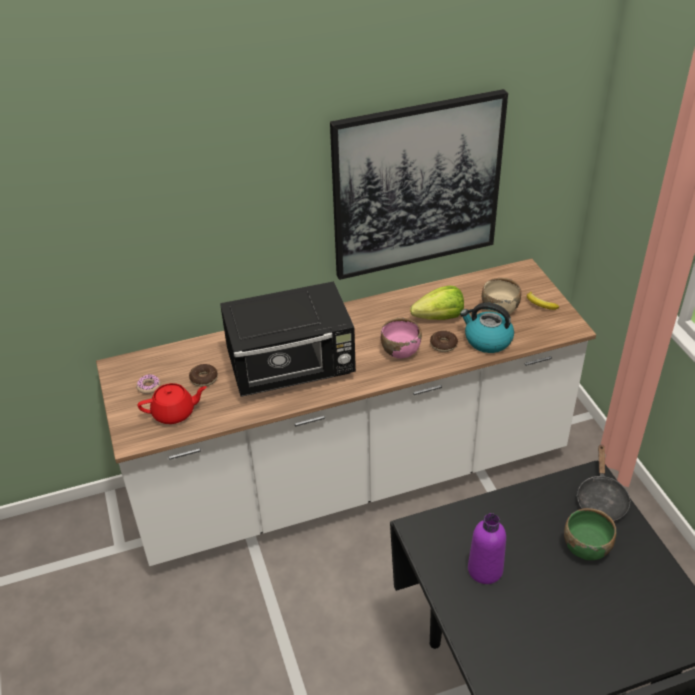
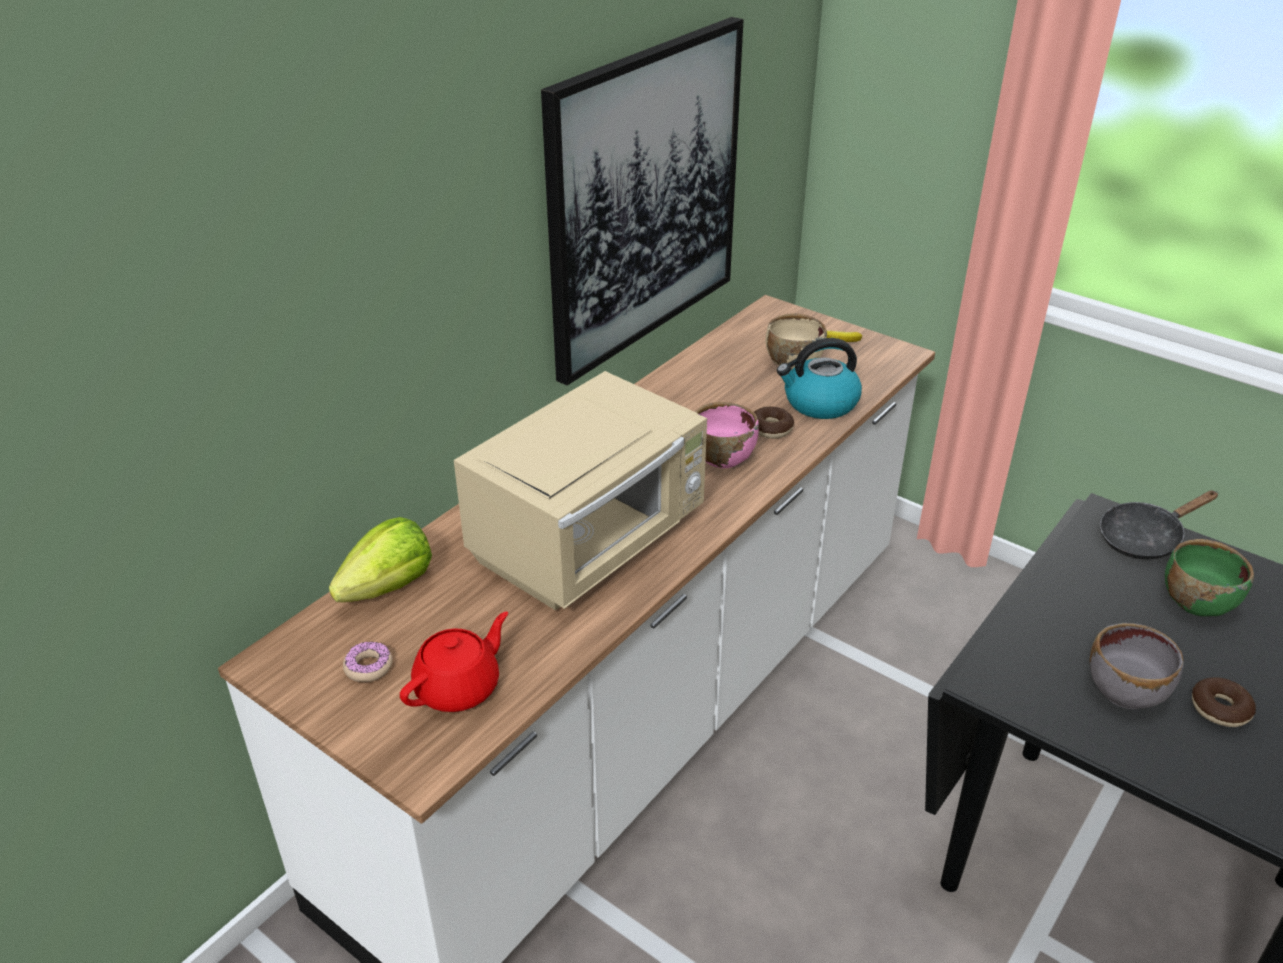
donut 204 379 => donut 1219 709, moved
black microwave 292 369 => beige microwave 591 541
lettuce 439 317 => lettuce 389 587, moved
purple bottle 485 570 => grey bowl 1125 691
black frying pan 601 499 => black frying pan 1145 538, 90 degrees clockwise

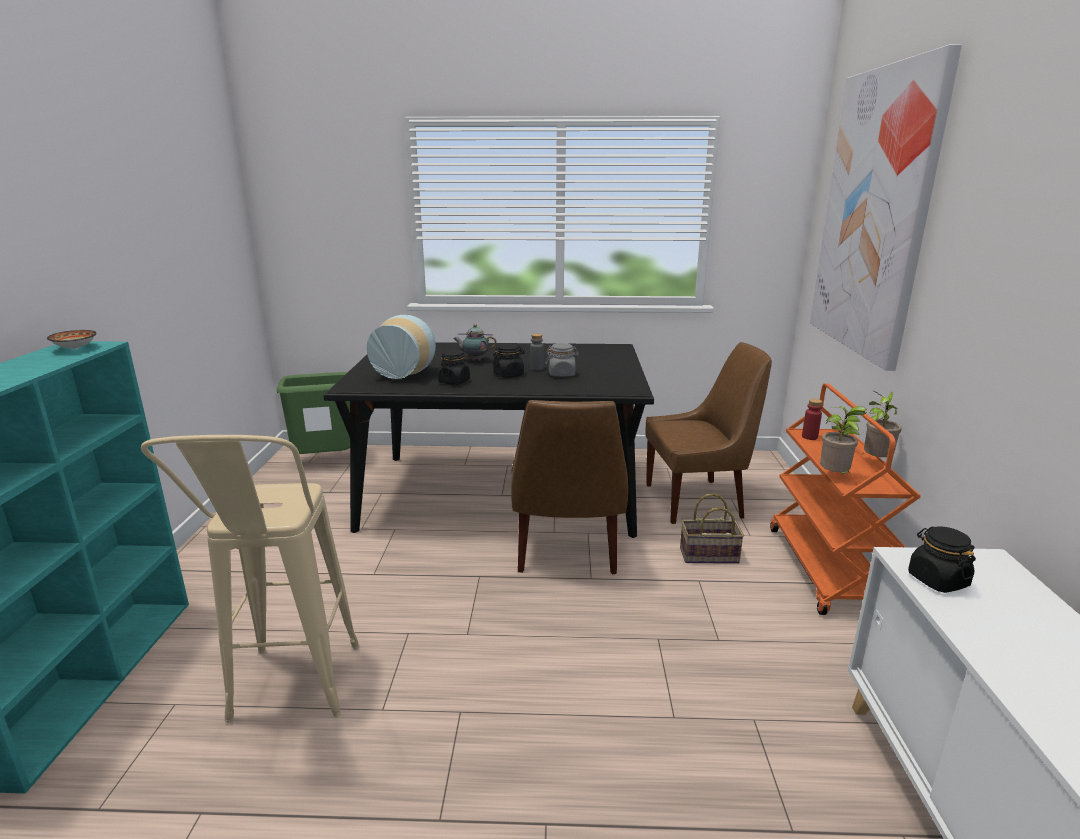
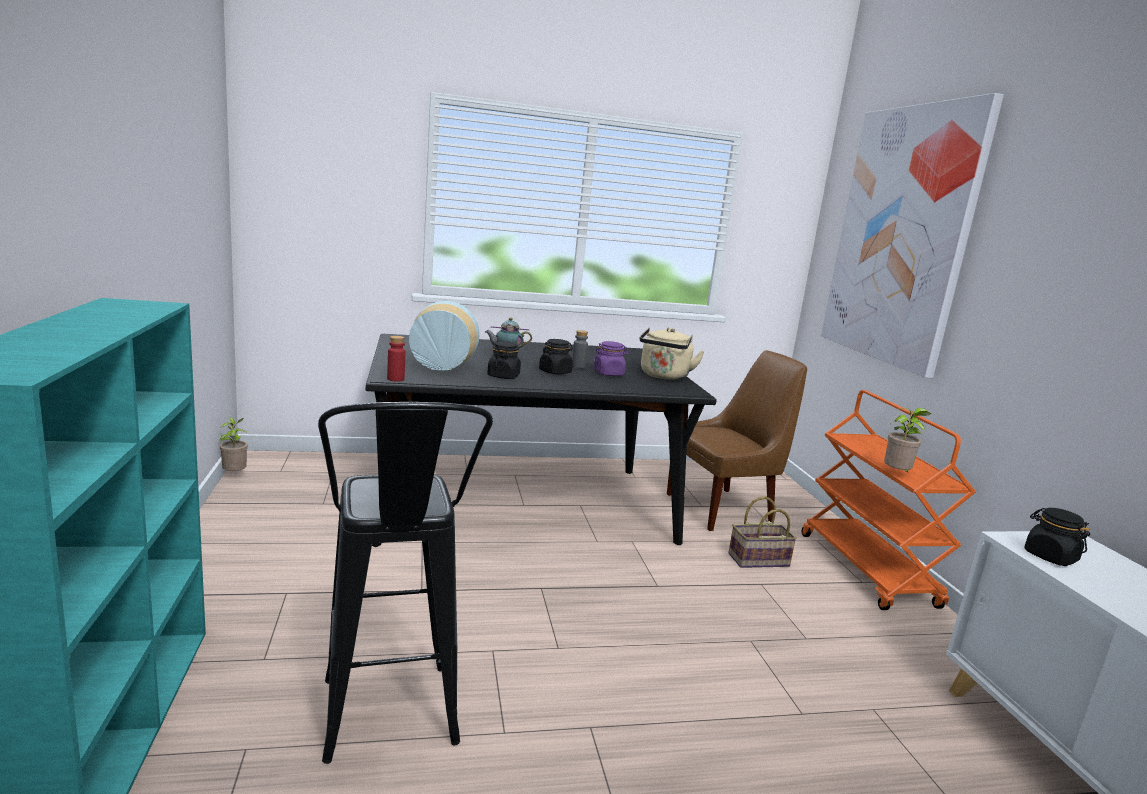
bowl 74 349 => nothing
beige stool 291 698 => black stool 391 729
green trash can 326 461 => nothing
brown chair 566 552 => nothing
grey jar 562 374 => purple jar 609 373
red bottle 809 437 => red bottle 395 379, moved
potted plant 875 461 => potted plant 234 475, moved
nothing => beige kettle 664 376

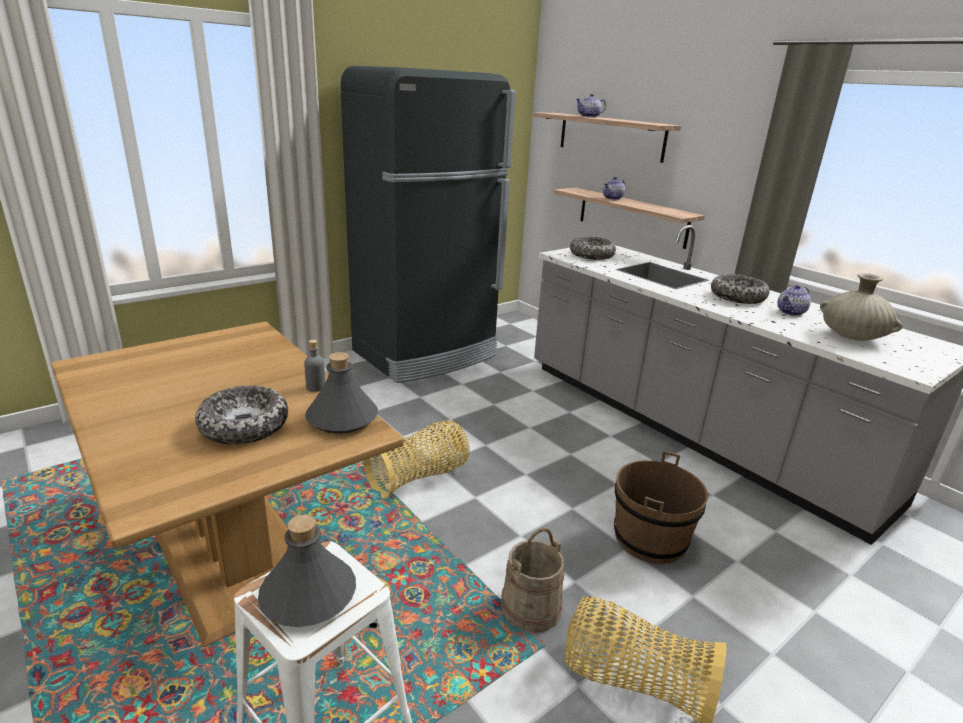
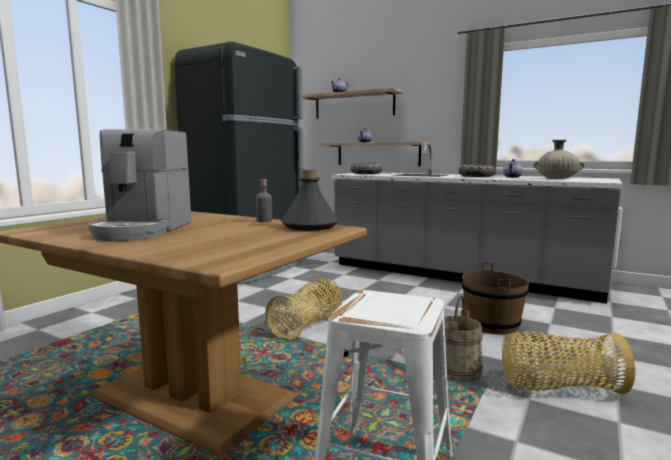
bowl 244 426 => nothing
grey bottle 308 595 => nothing
nothing => coffee machine 142 230

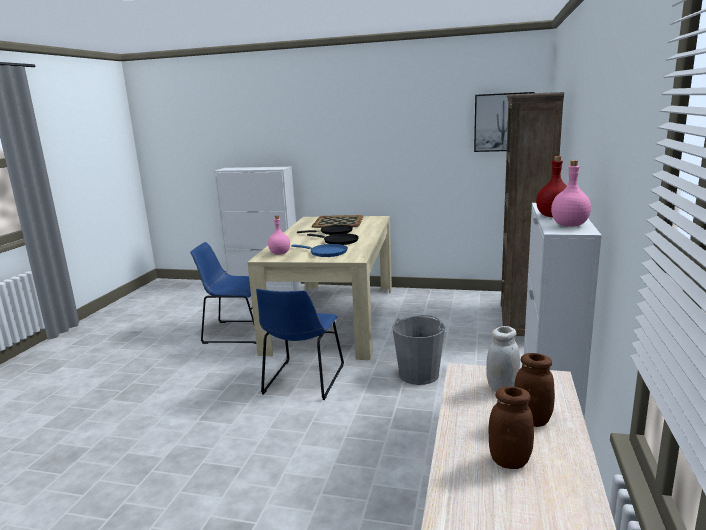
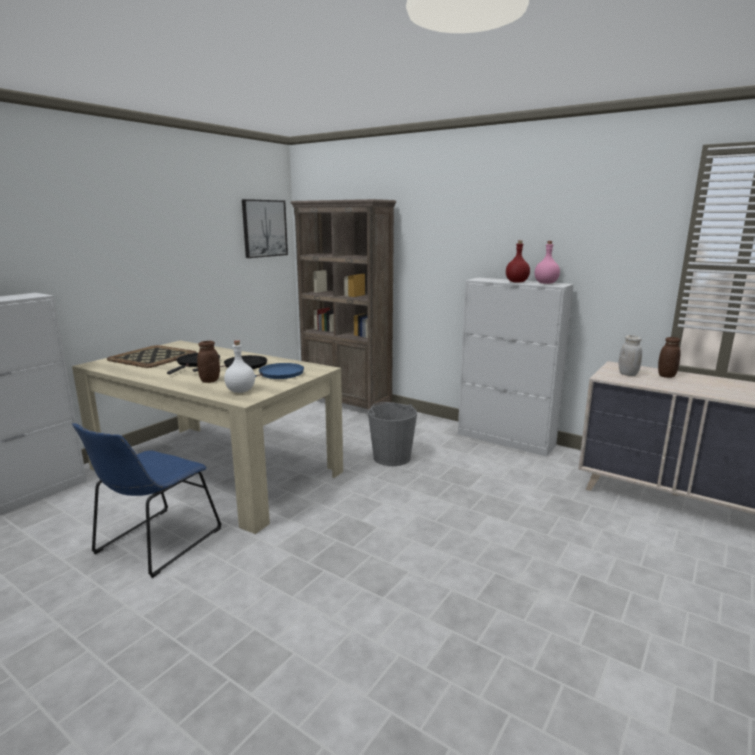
blue chair 303 381 => nothing
pink bottle 280 253 => white bottle 241 391
brown jar 509 461 => brown jar 210 380, moved

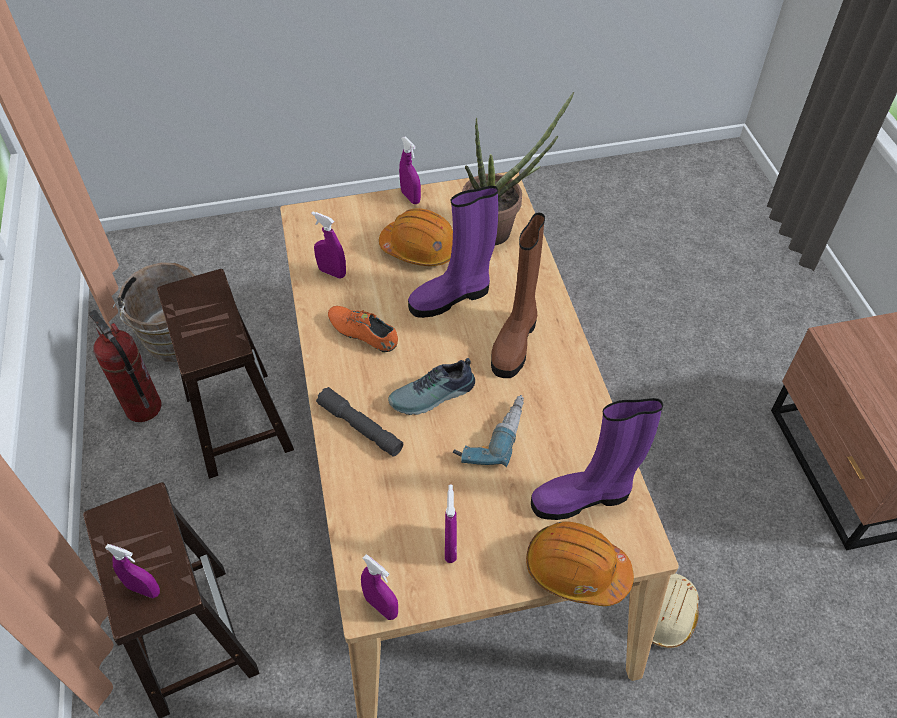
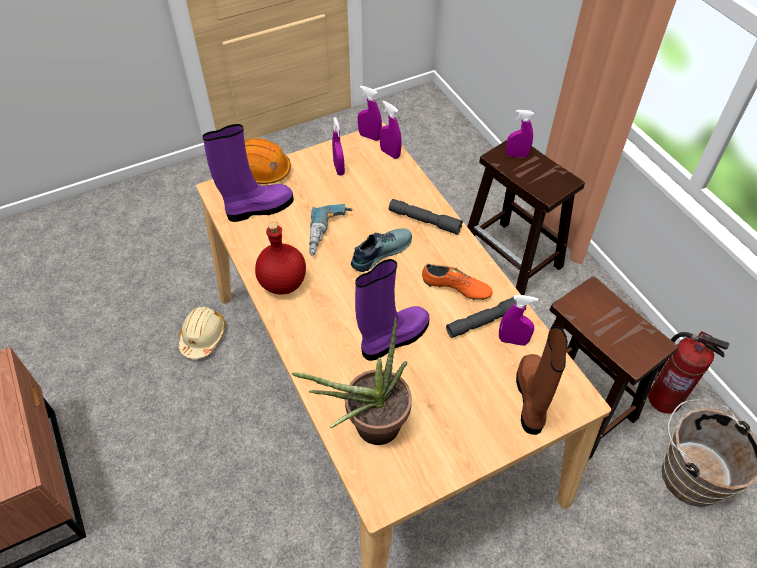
orange hard hat 420 249 => nothing
purple spray bottle 410 197 => purple spray bottle 390 153, moved
brown boot 515 342 => brown boot 532 399, moved
nothing => red bottle 282 282
nothing => grey flashlight 485 321

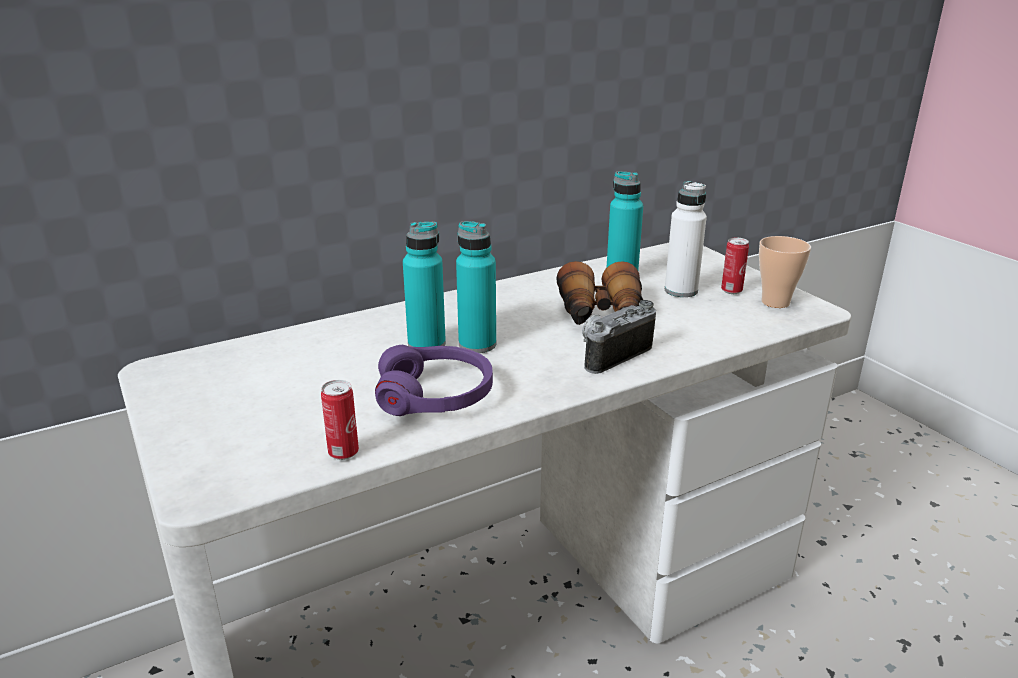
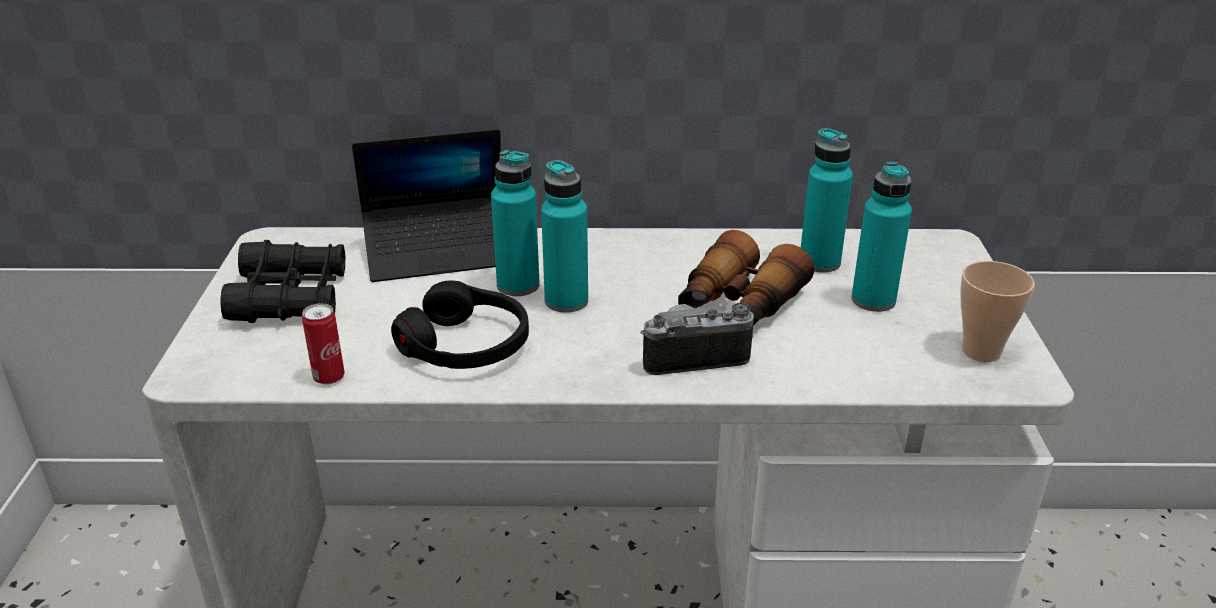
purple headphones 435 395 => black headphones 466 345
white bottle 681 291 => turquoise bottle 873 300
can 731 291 => nothing
nothing => black binoculars 290 297
nothing => laptop 439 251

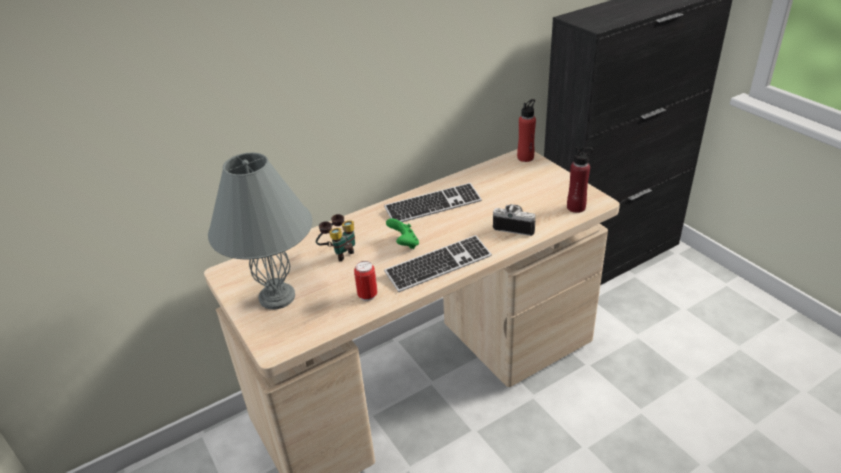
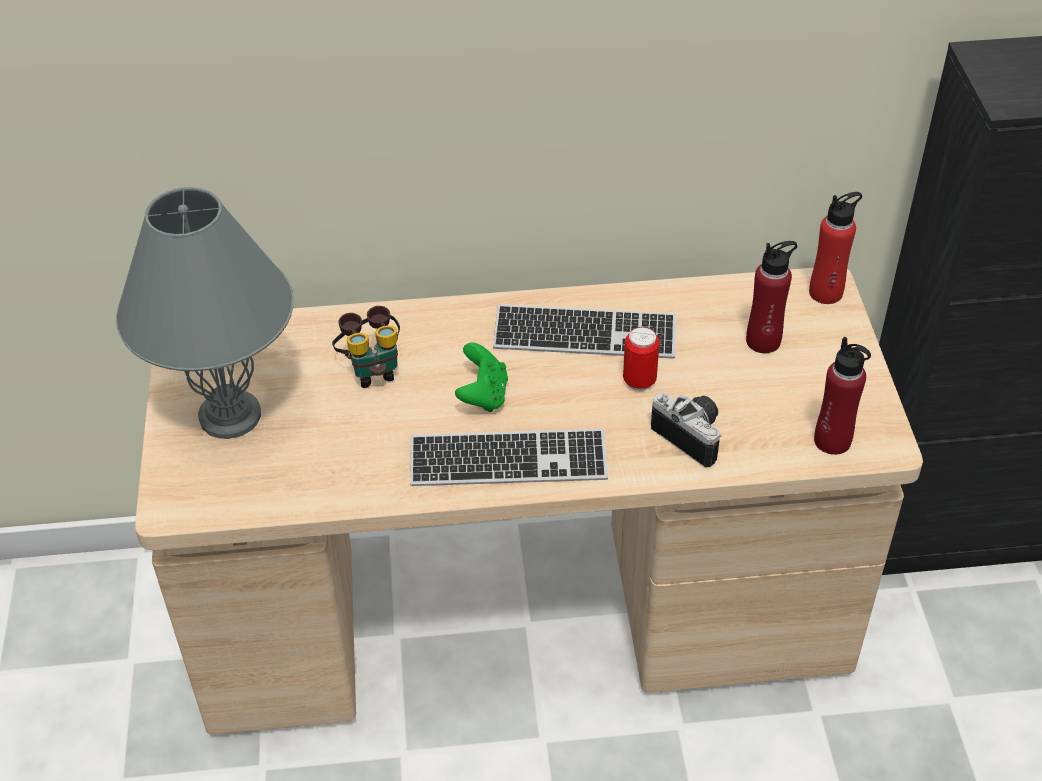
can 367 295 => can 639 381, moved
nothing => red bottle 763 341

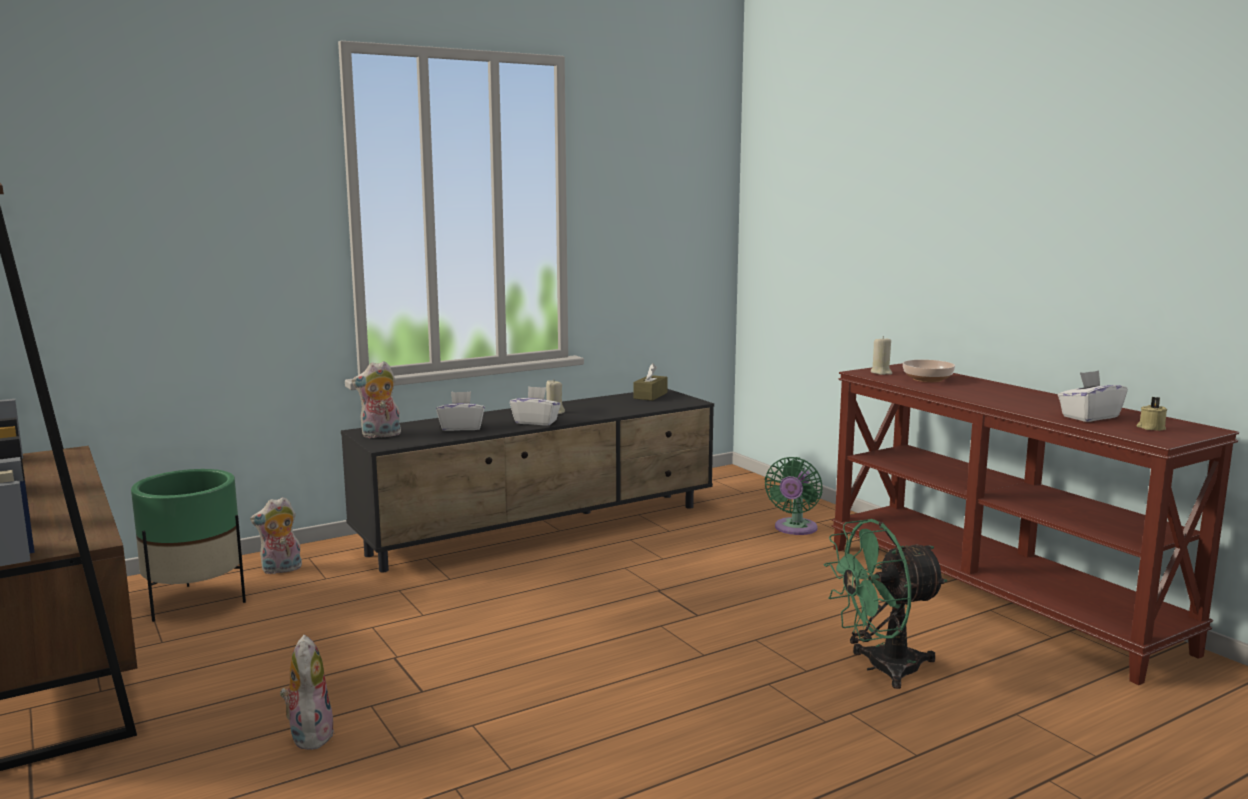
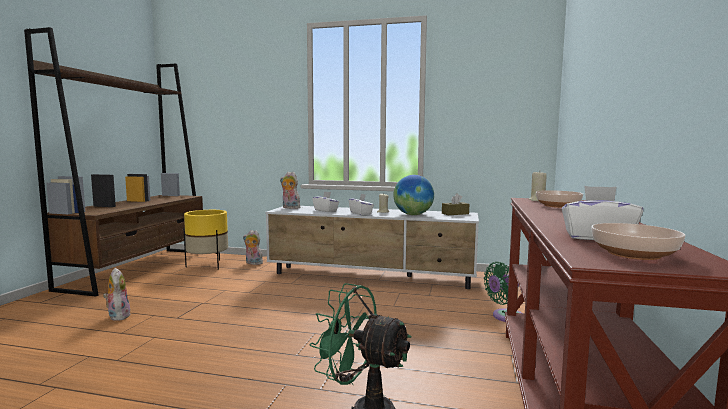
green planter 195 603 => yellow planter 208 265
plush toy 309 735 => plush toy 117 316, 60 degrees counterclockwise
black tv stand 542 530 => white tv stand 372 277
beige candle 1150 428 => bowl 632 254
nothing => globe 413 215

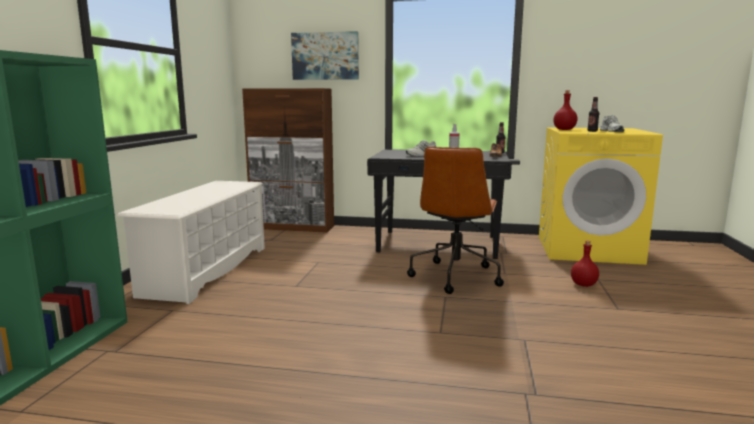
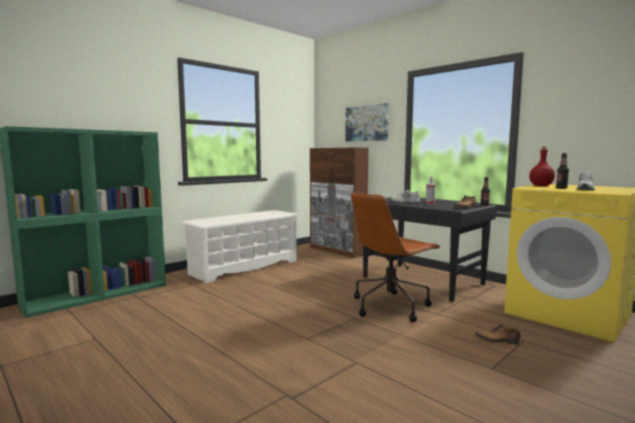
red bottle 584 284 => shoe 497 340

